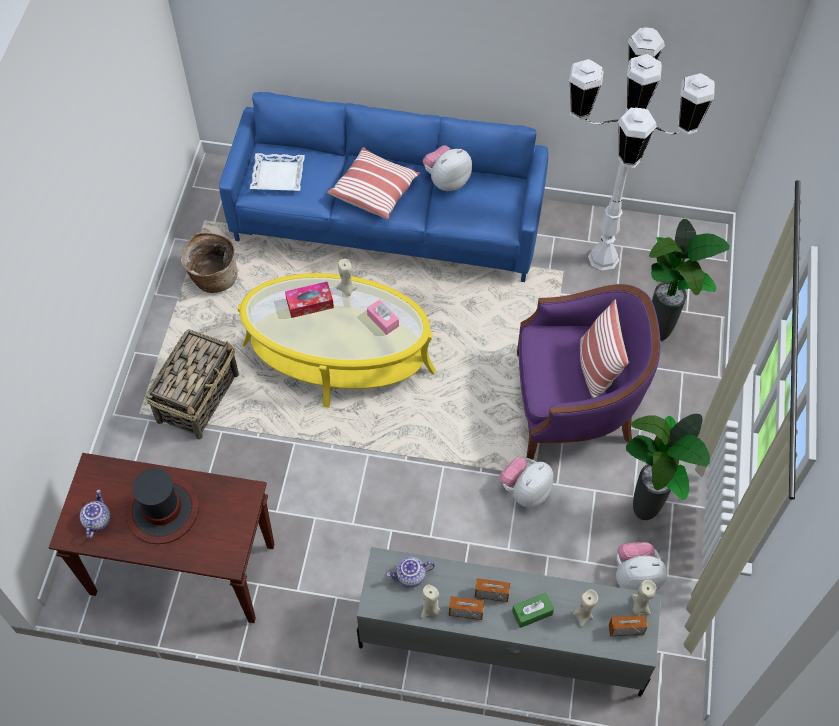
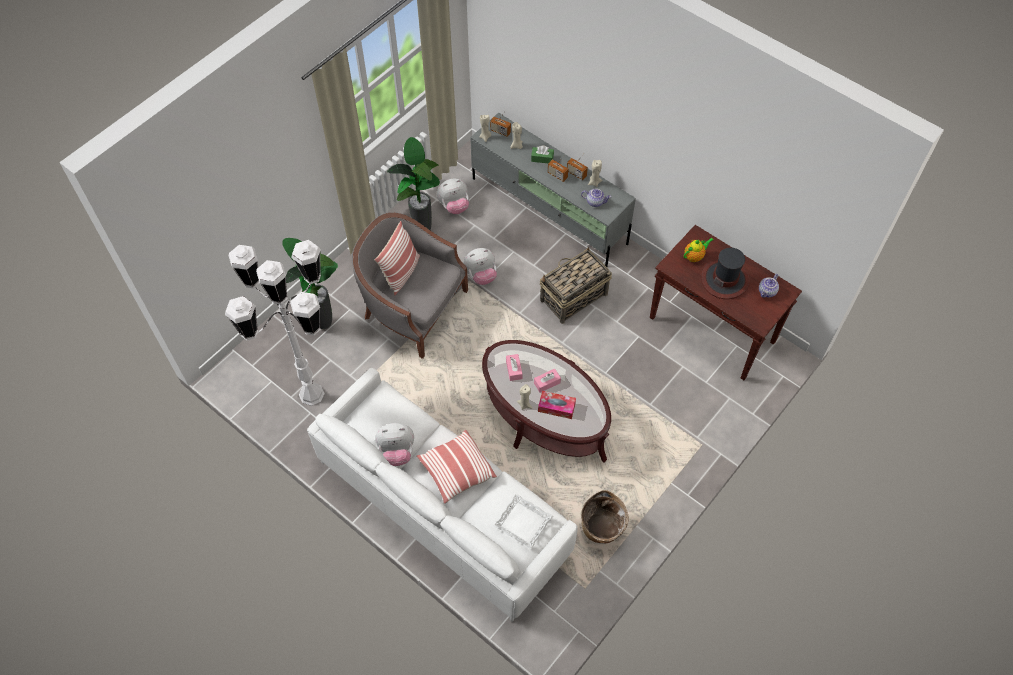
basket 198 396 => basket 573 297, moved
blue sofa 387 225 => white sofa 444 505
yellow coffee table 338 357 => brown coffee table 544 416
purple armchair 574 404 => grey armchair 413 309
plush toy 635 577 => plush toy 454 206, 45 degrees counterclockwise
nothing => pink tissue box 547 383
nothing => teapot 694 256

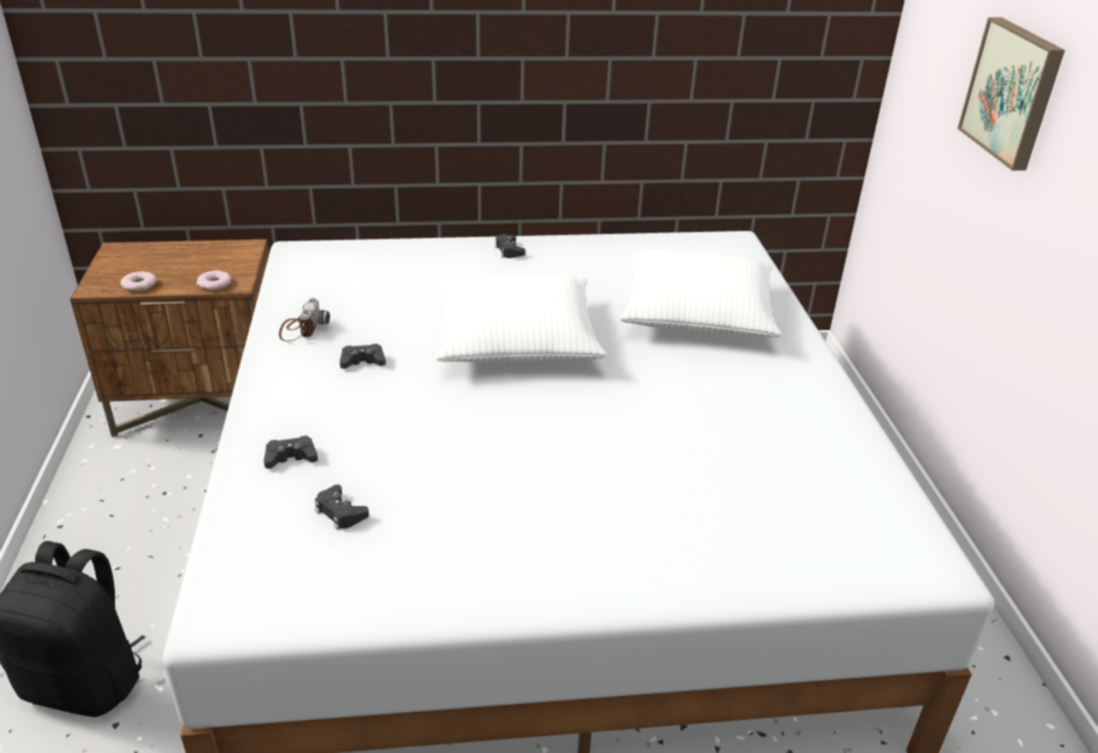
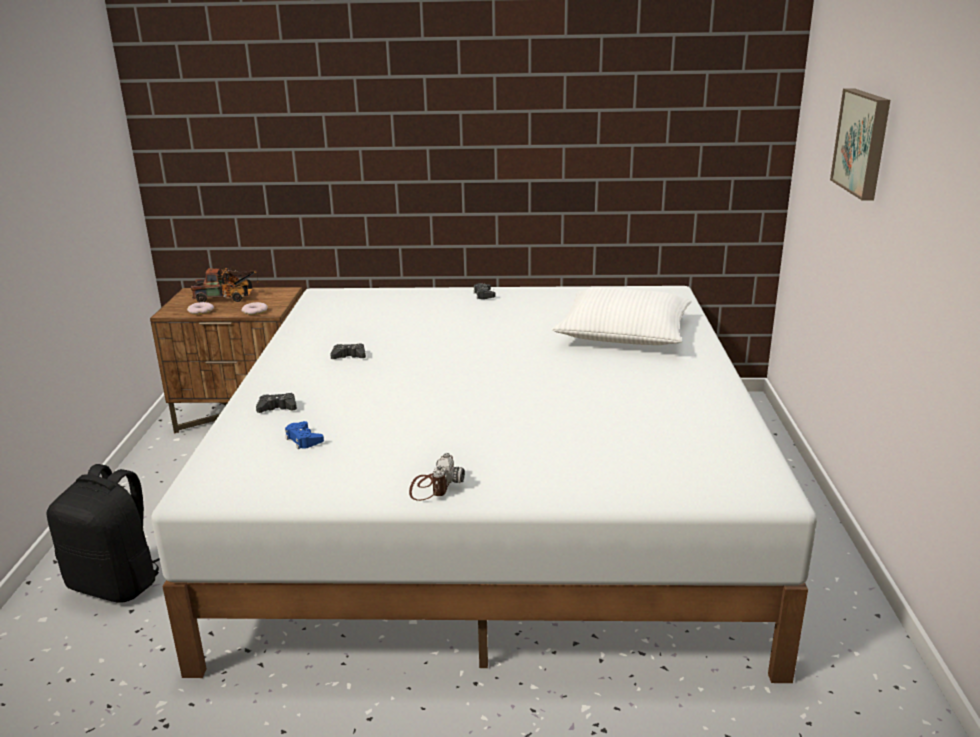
photo camera 301 328 => photo camera 433 486, moved
black game controller 340 512 => blue game controller 303 439
white pillow 516 338 => nothing
nothing => toy truck 227 298

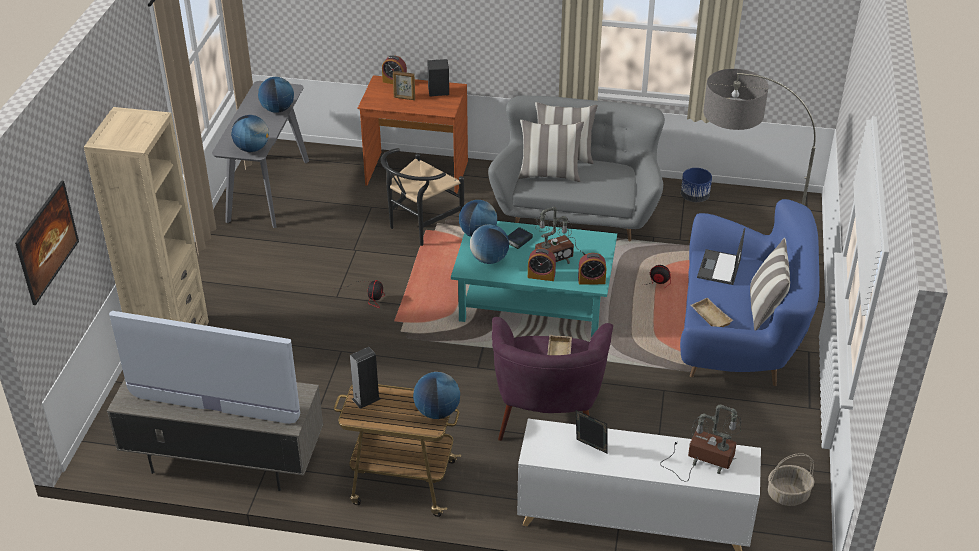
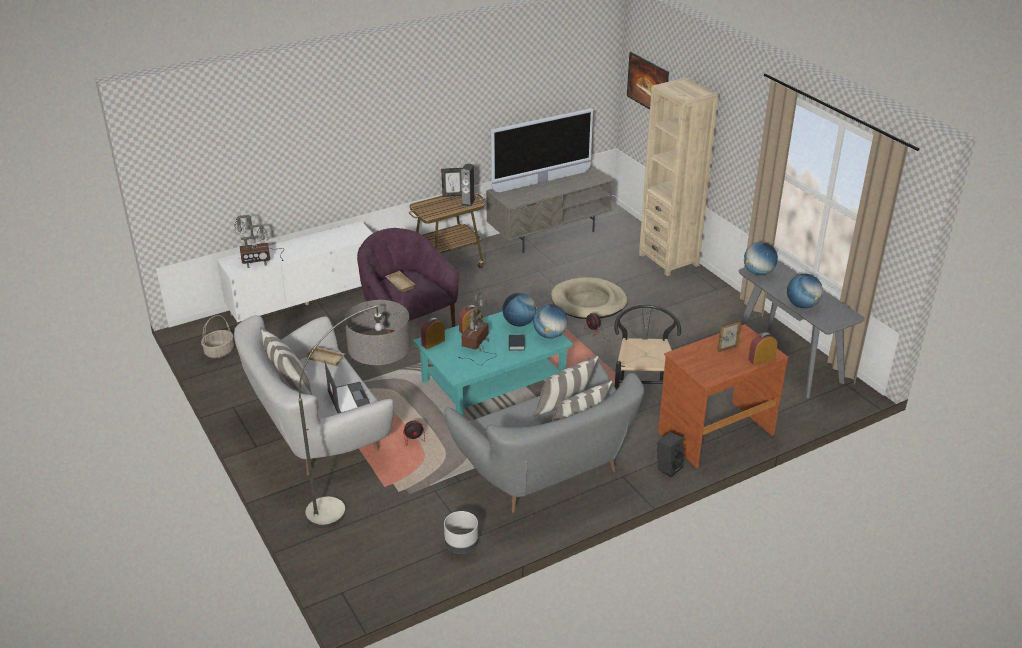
globe 437 412 => nothing
black speaker 438 93 => black speaker 668 467, moved
picture frame 590 448 => picture frame 453 195, moved
blue sofa 739 338 => white sofa 317 430
blue planter 695 197 => grey planter 461 545
nothing => beige dog bed 588 302

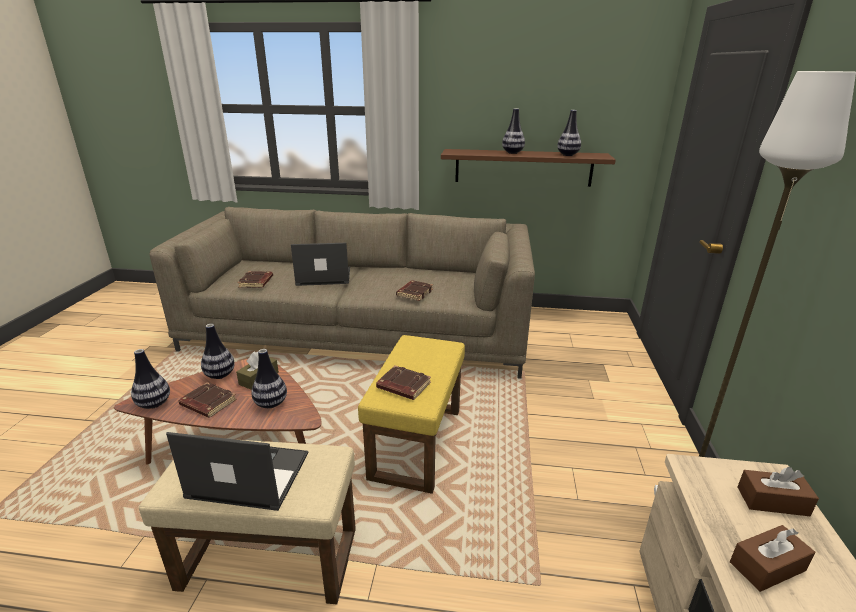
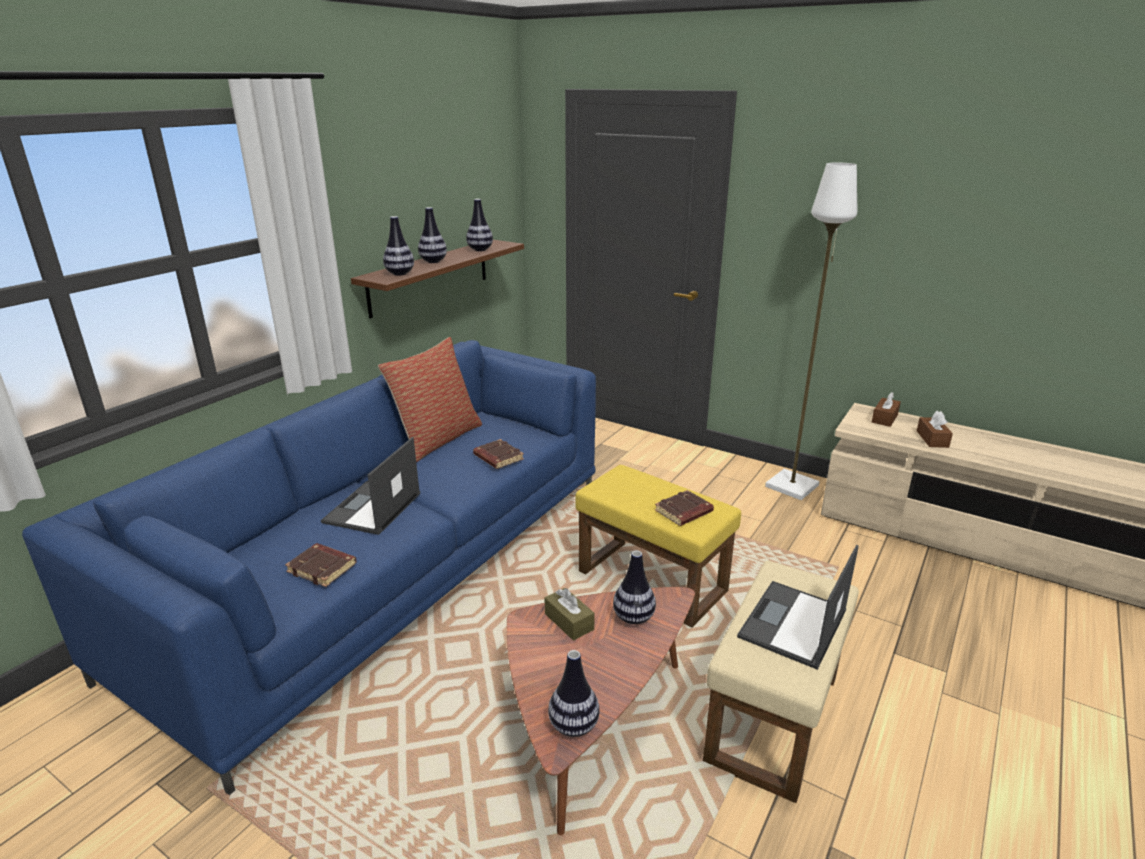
beige sofa 359 332 => blue sofa 388 570
brown book 207 403 => nothing
vase 220 375 => vase 400 274, moved
nothing => pillow 437 439

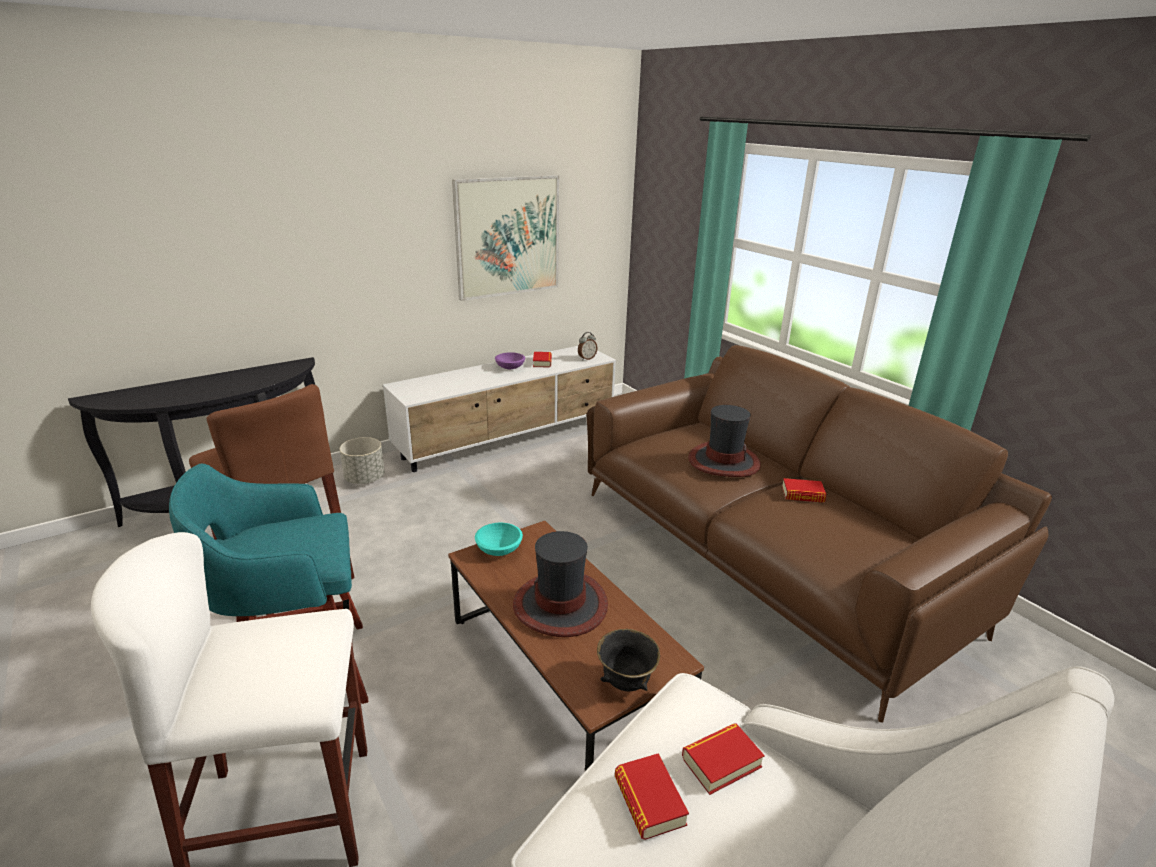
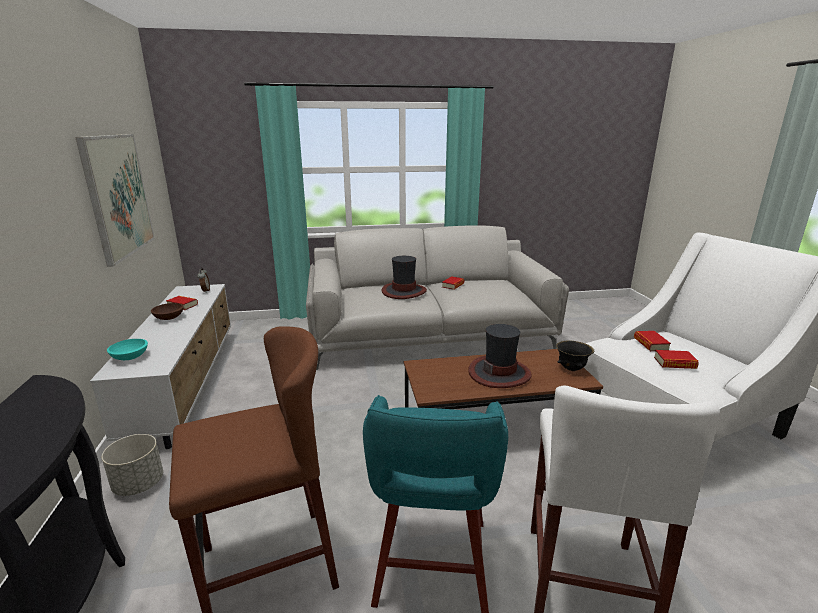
turquoise bowl 499 550 => turquoise bowl 131 357, moved
purple bowl 509 367 => brown bowl 168 318
brown sofa 769 555 => grey sofa 430 336

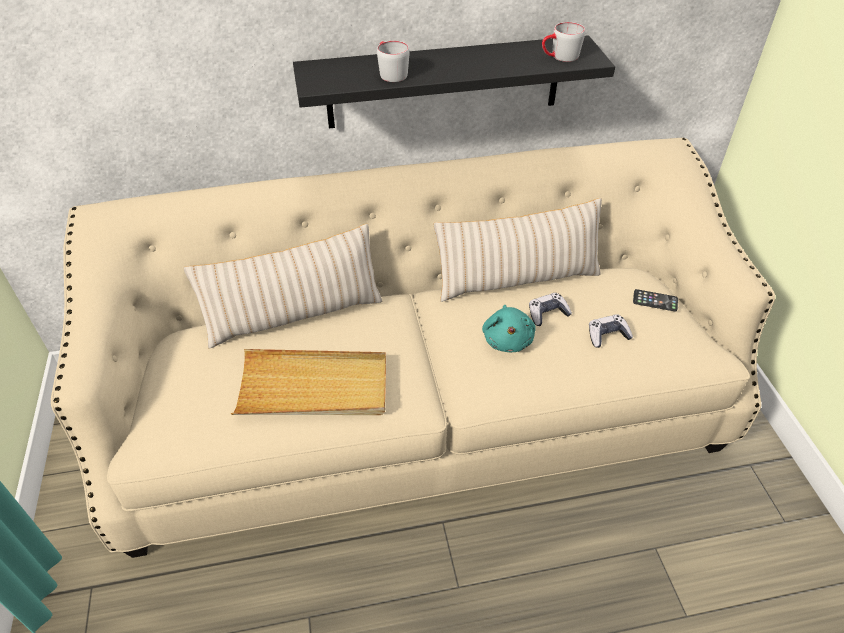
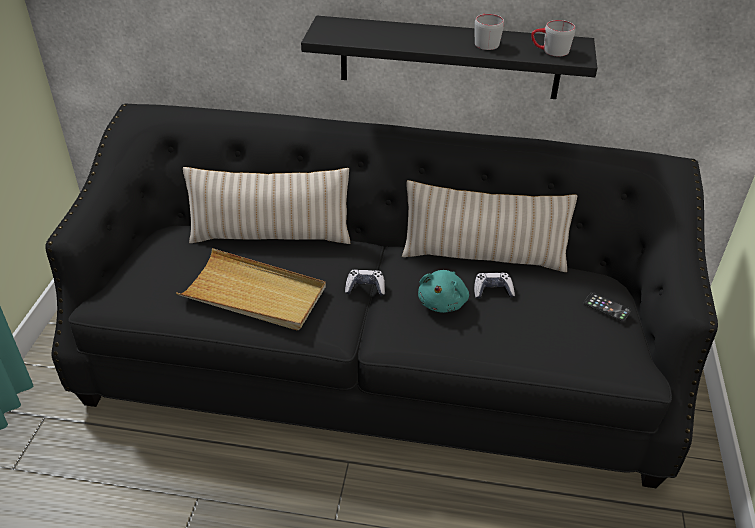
beige sofa 422 412 => black sofa 376 365
grey mug 390 73 => grey mug 485 42, moved
game controller 607 335 => game controller 365 288, moved

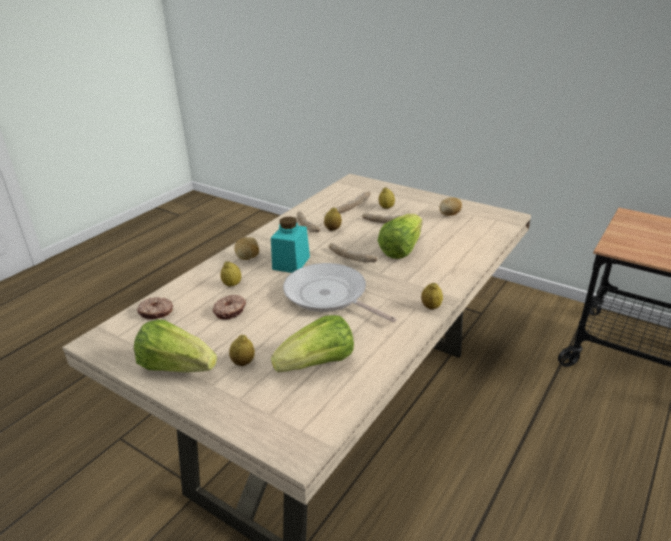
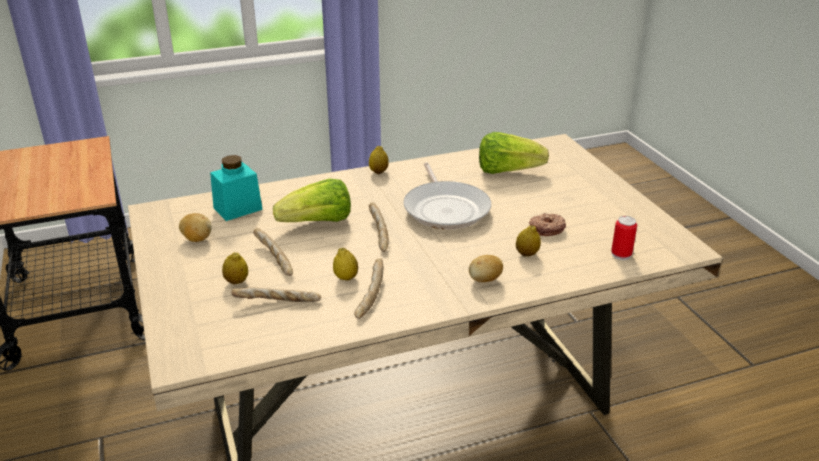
lettuce 176 367 => nothing
donut 156 313 => can 621 254
lemon 243 362 => nothing
turquoise jar 291 263 => turquoise jar 238 208, moved

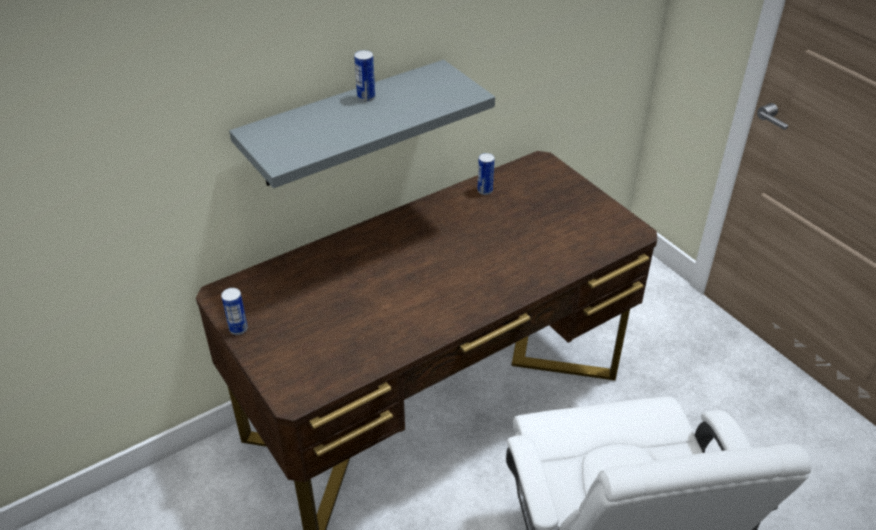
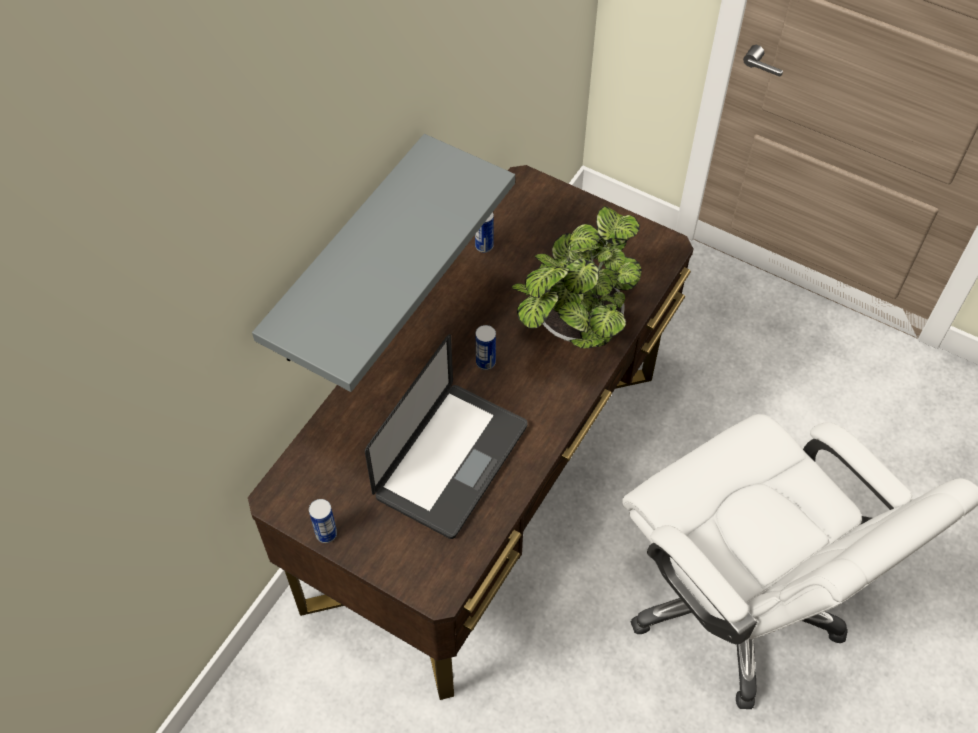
can 366 97 => can 485 362, moved
nothing => laptop 451 461
nothing => potted plant 574 329

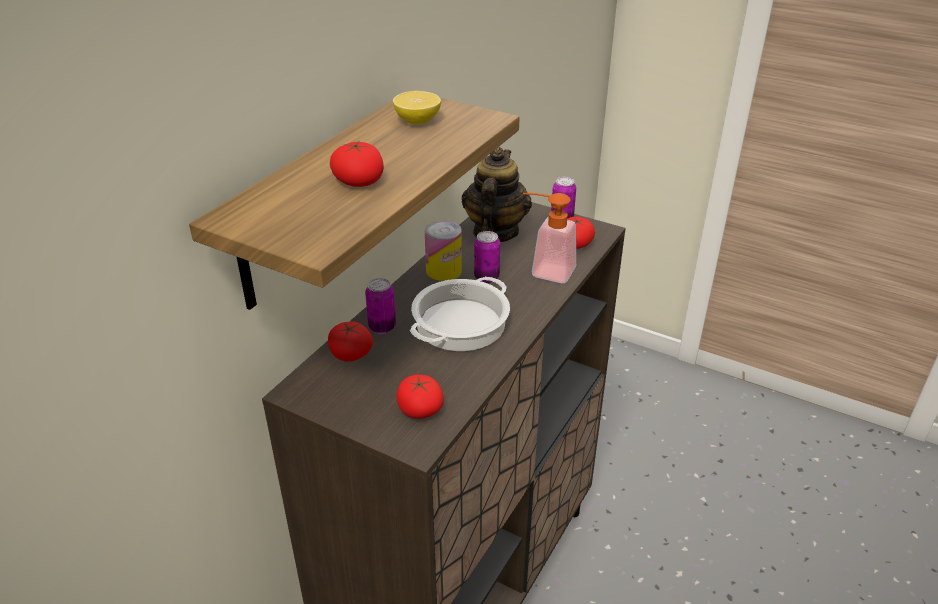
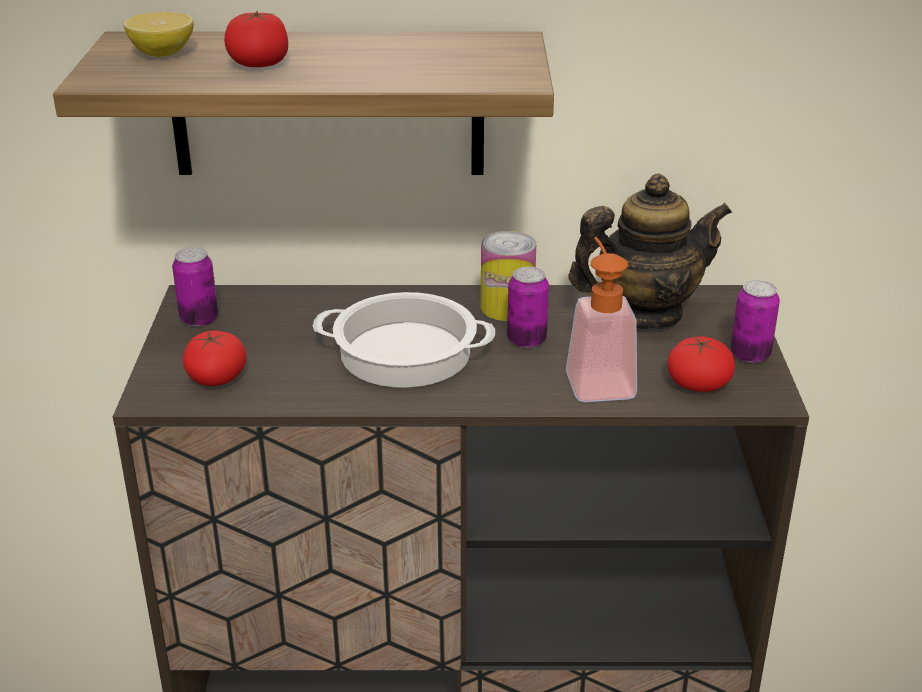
tomato 351 353 => nothing
can 382 327 => can 199 319, moved
lemon 417 121 => lemon 162 53, moved

